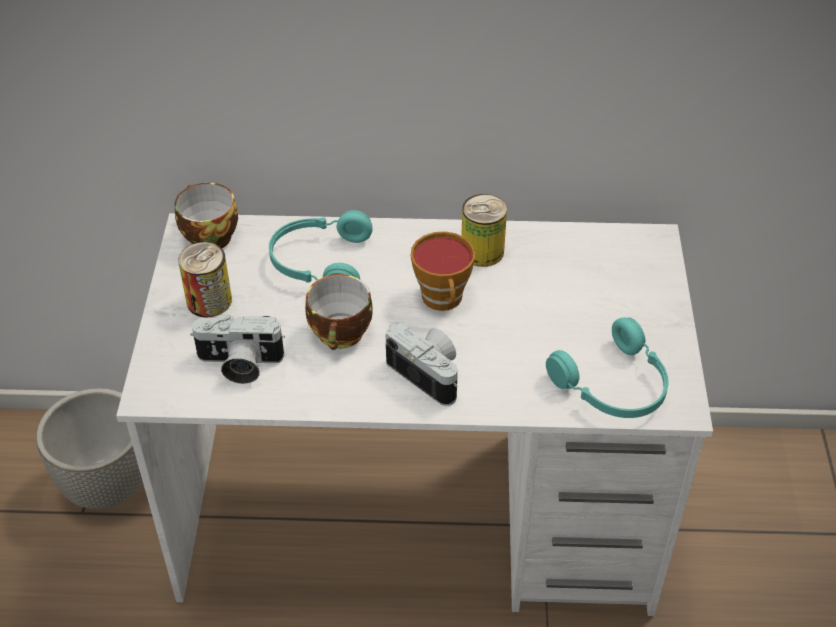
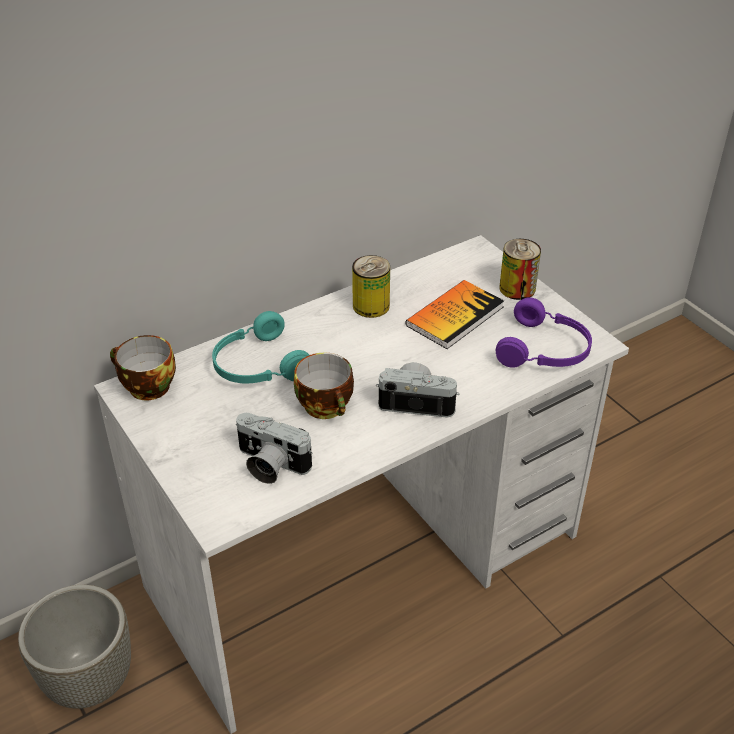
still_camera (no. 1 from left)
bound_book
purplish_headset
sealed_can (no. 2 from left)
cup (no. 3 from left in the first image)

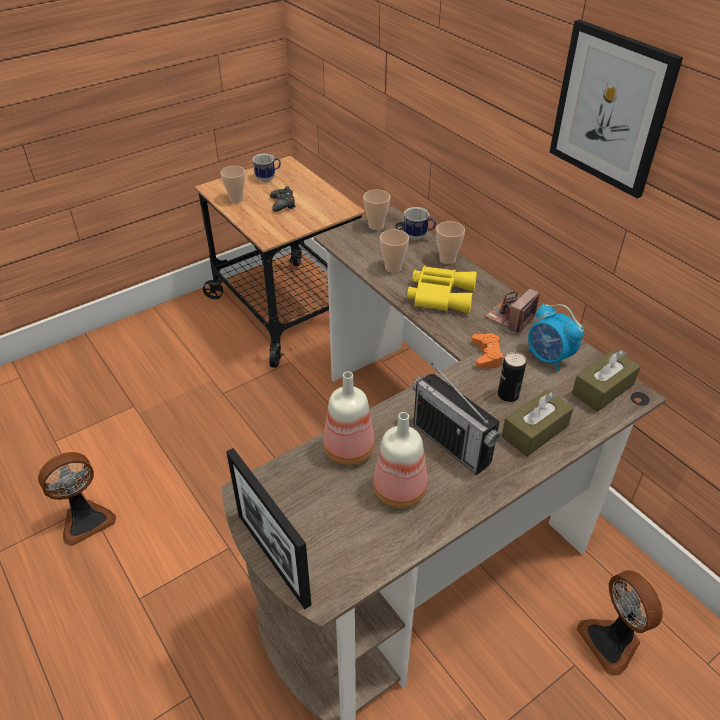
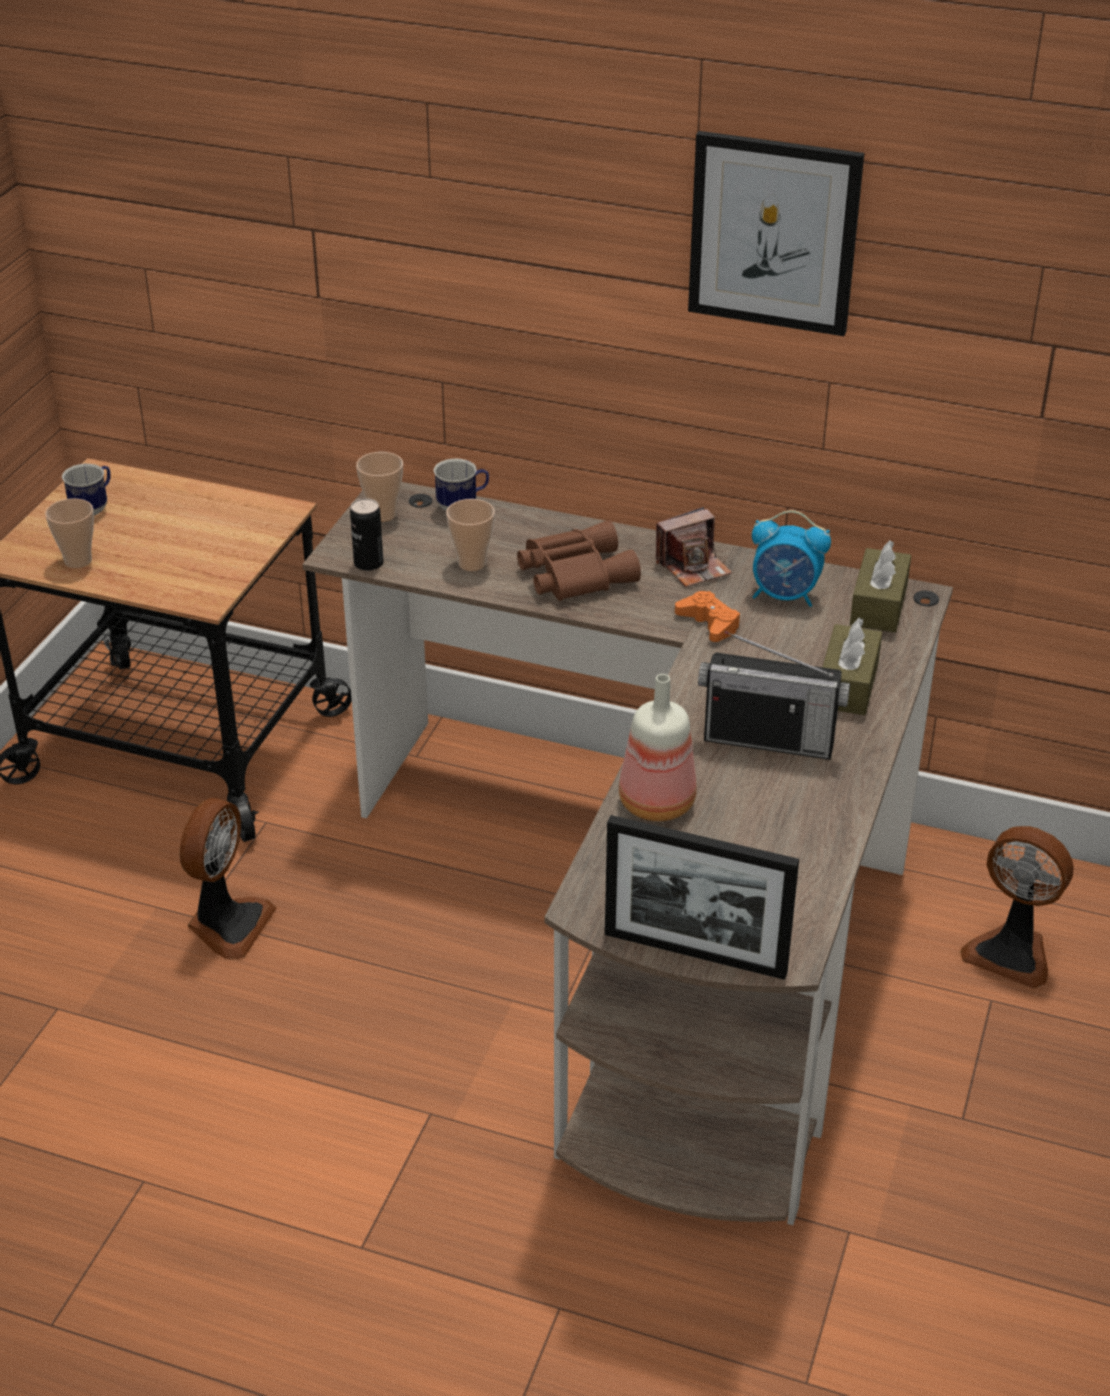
electric_fan (no. 1 from left)
sealed_can
brown-coloured_binoculars
still_camera
black_joypad
drink_bottle (no. 2 from left in the first image)
cup (no. 4 from left in the first image)

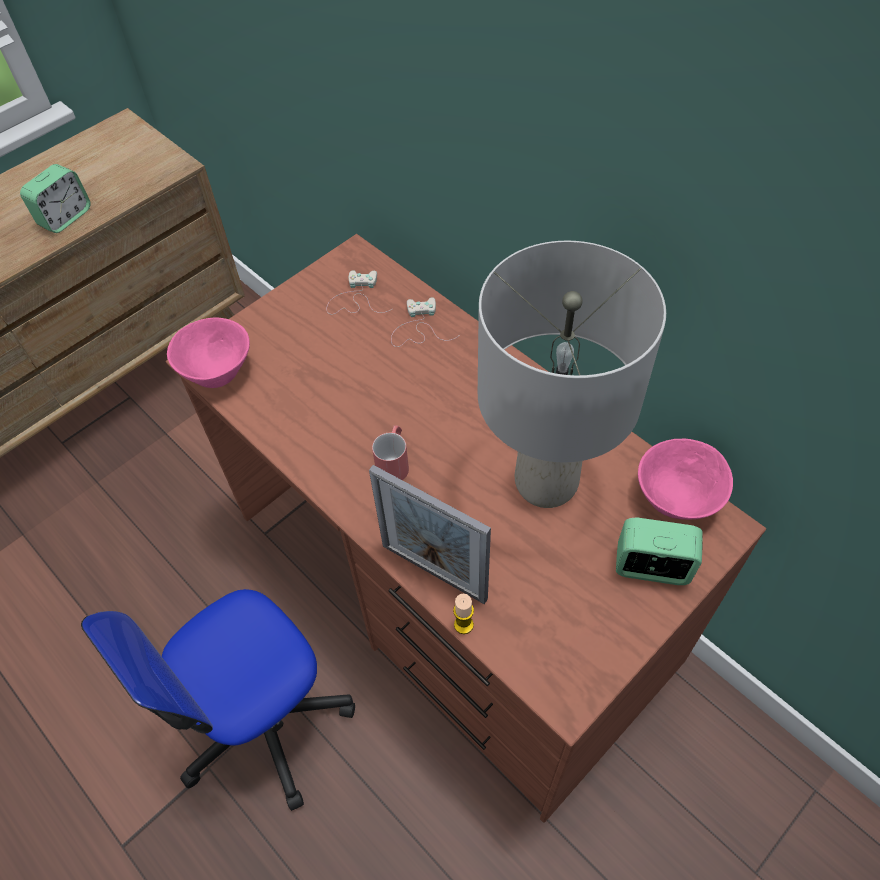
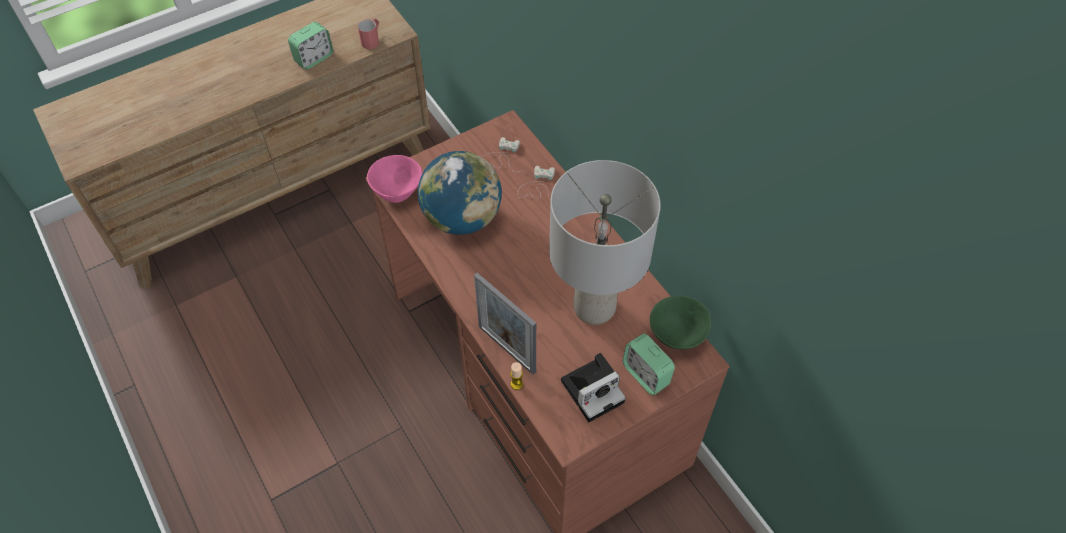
red_mug
world_globe
still_camera
alarm_clock (no. 2 from left)
green_serving_bowl
desk_chair

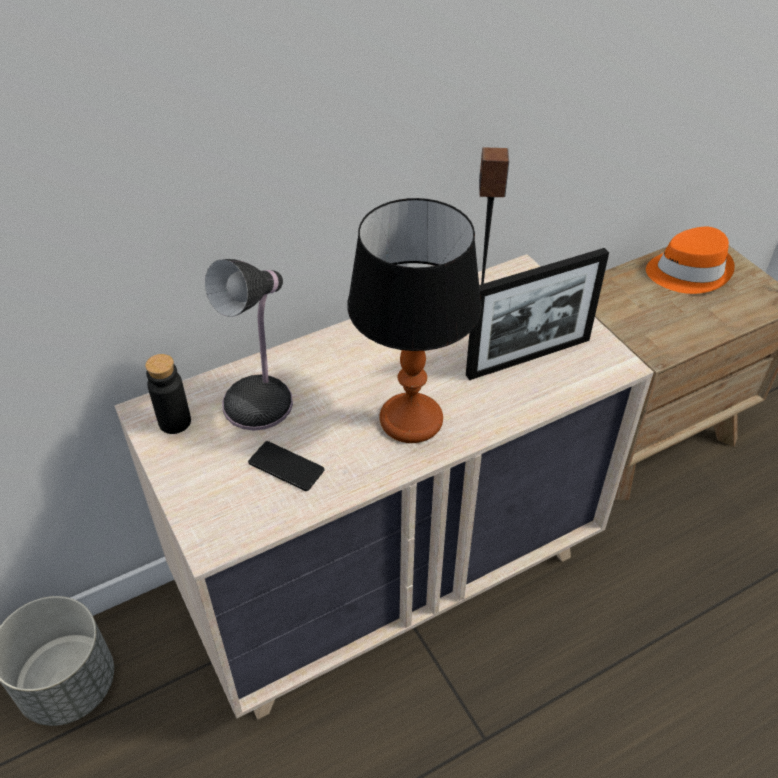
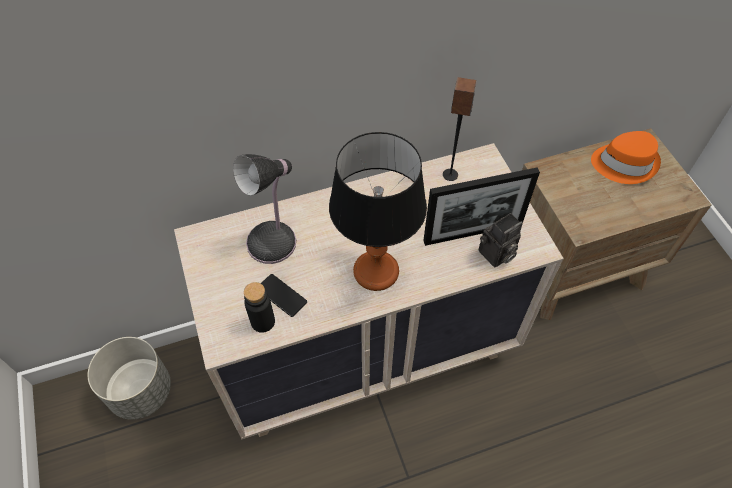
black_drink_bottle
still_camera

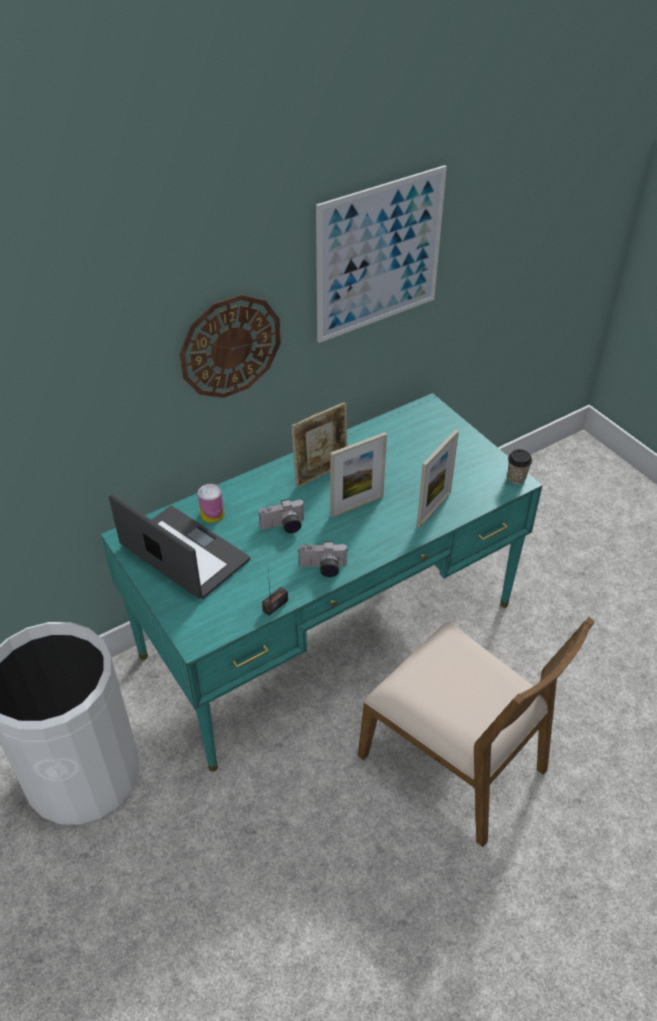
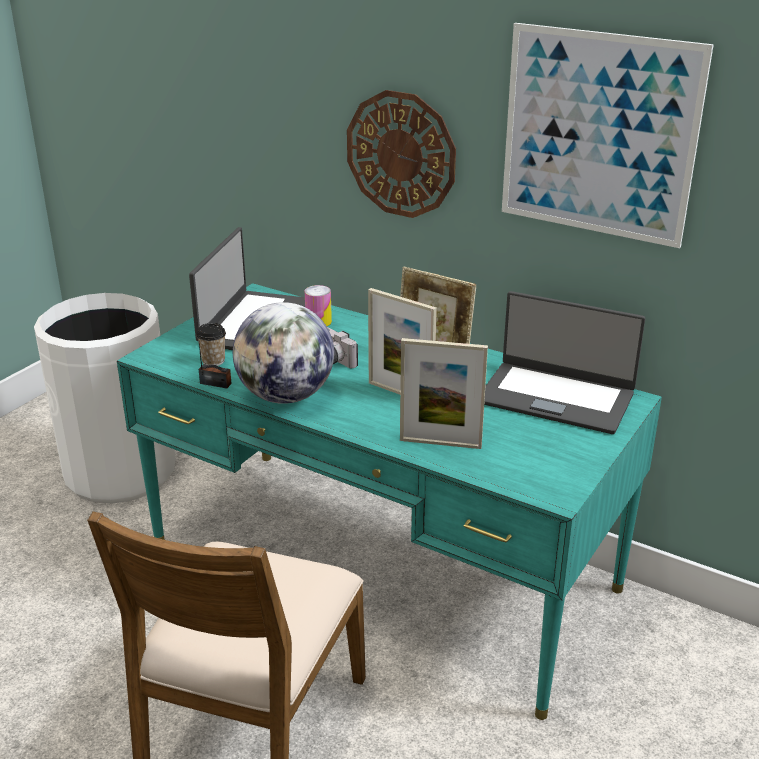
cup
world_globe
notebook_computer (no. 2 from left)

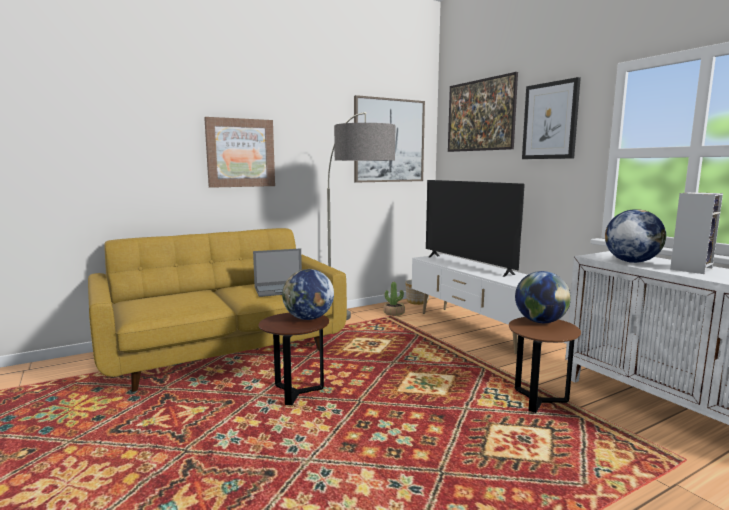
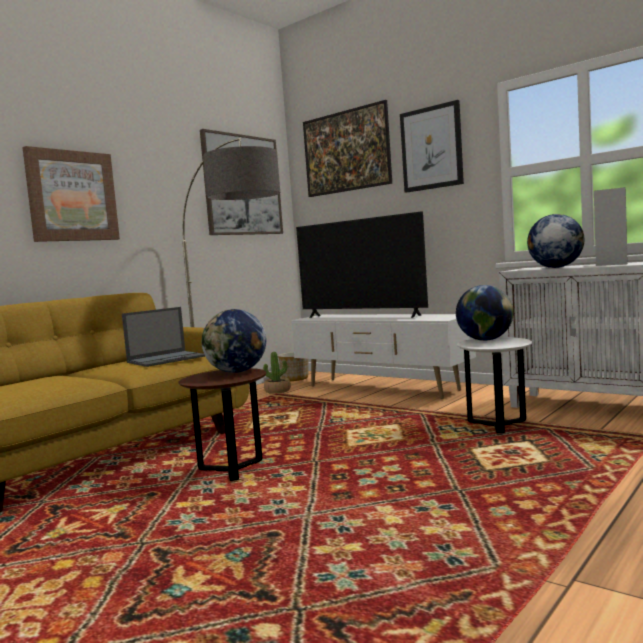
white-coloured_end_table

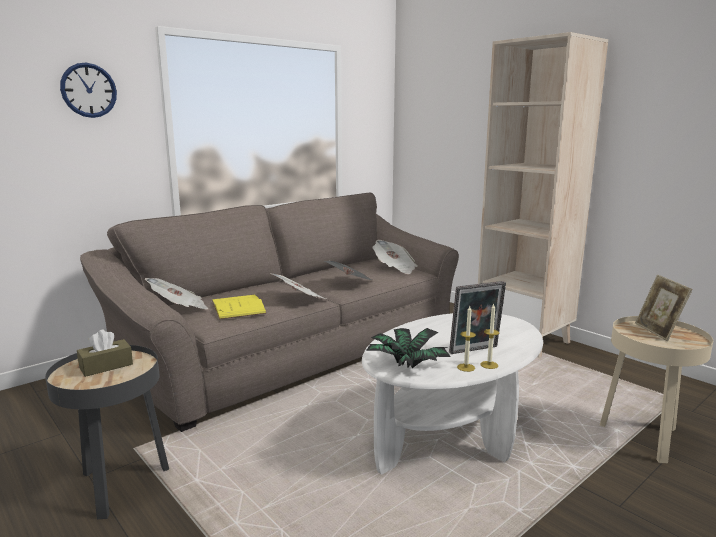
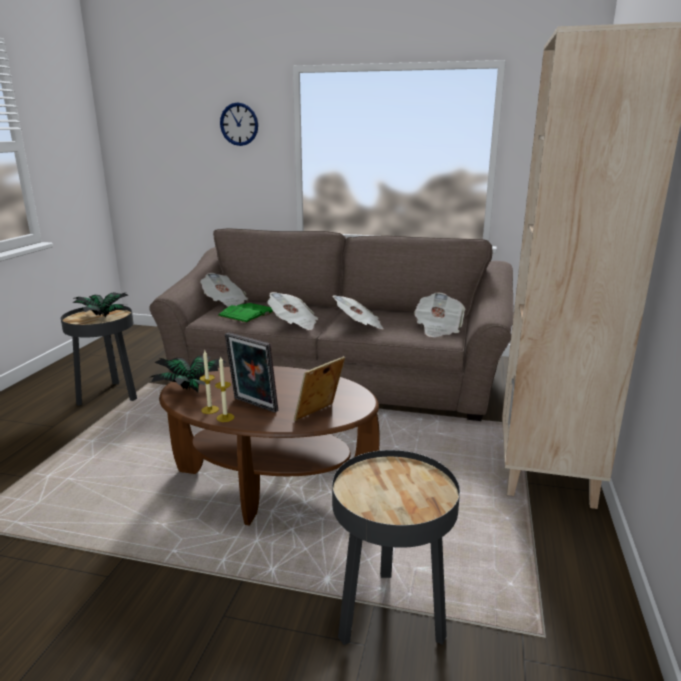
houseplant (no. 1 from left)
brown-coloured_coffee_table
green_bound_book
photo_frame (no. 2 from left)
black_end_table (no. 2 from left)

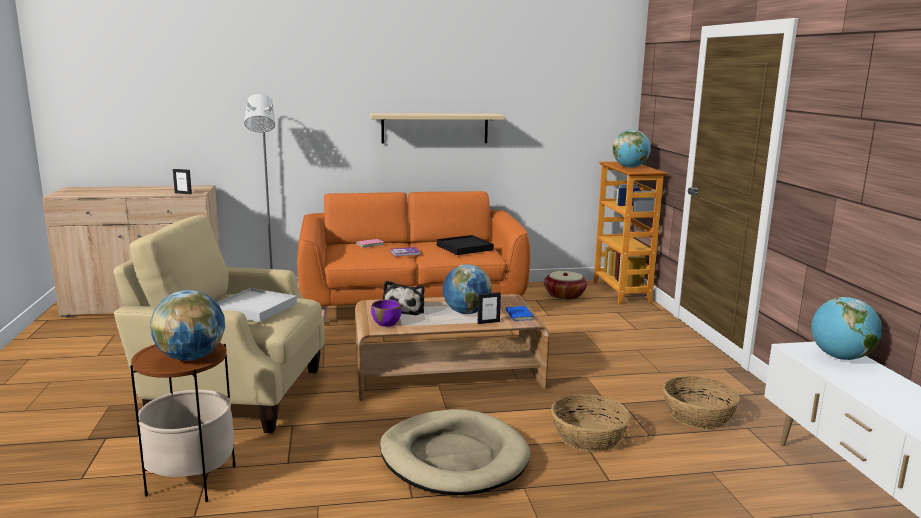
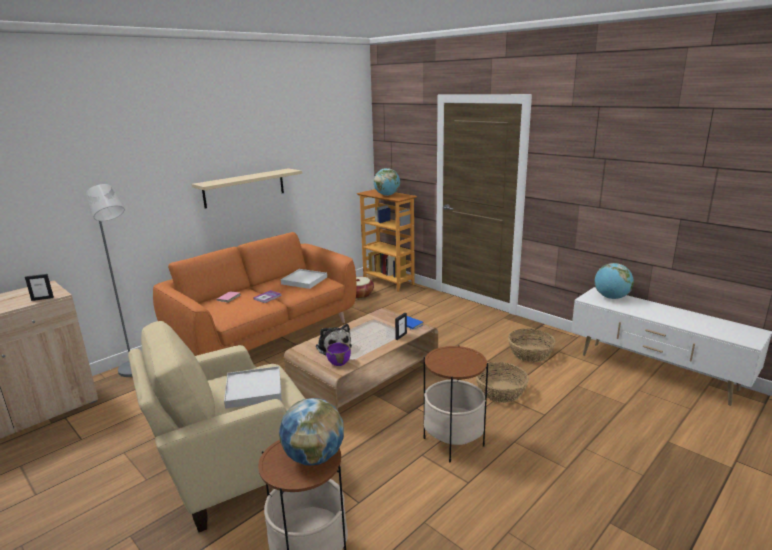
white-coloured_carrying_tray (no. 2 from left)
end_table (no. 2 from left)
world_globe (no. 2 from left in the first image)

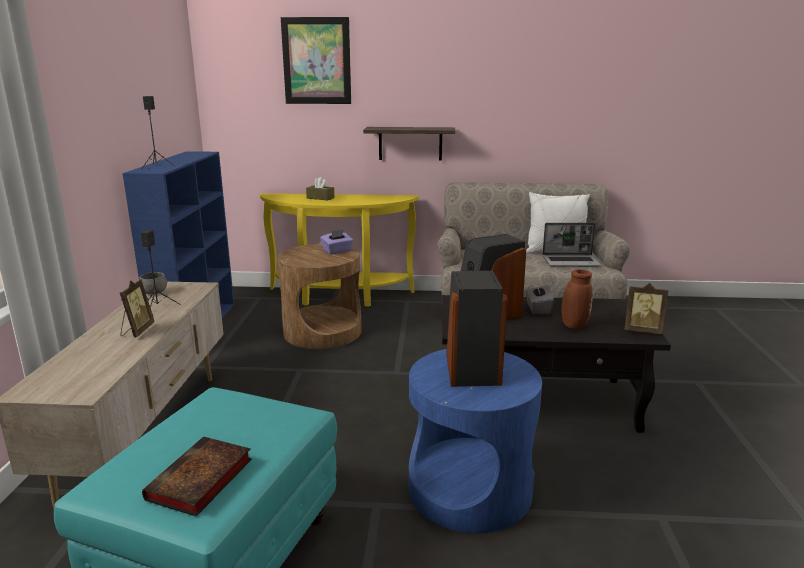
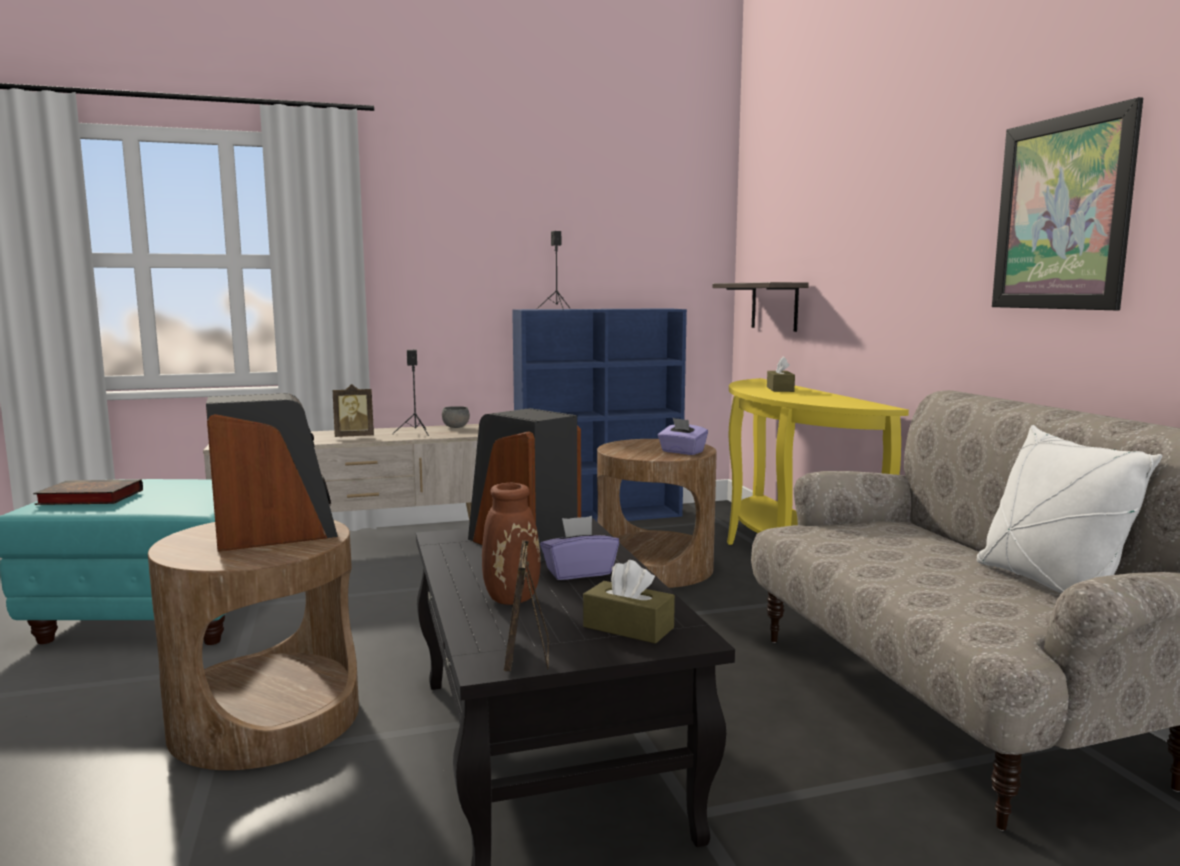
brown-coloured_end_table (no. 1 from left)
purplish_box_of_tissues (no. 1 from left)
brown-coloured_box_of_tissues (no. 1 from left)
bracket_shelf
picture
notebook_computer

